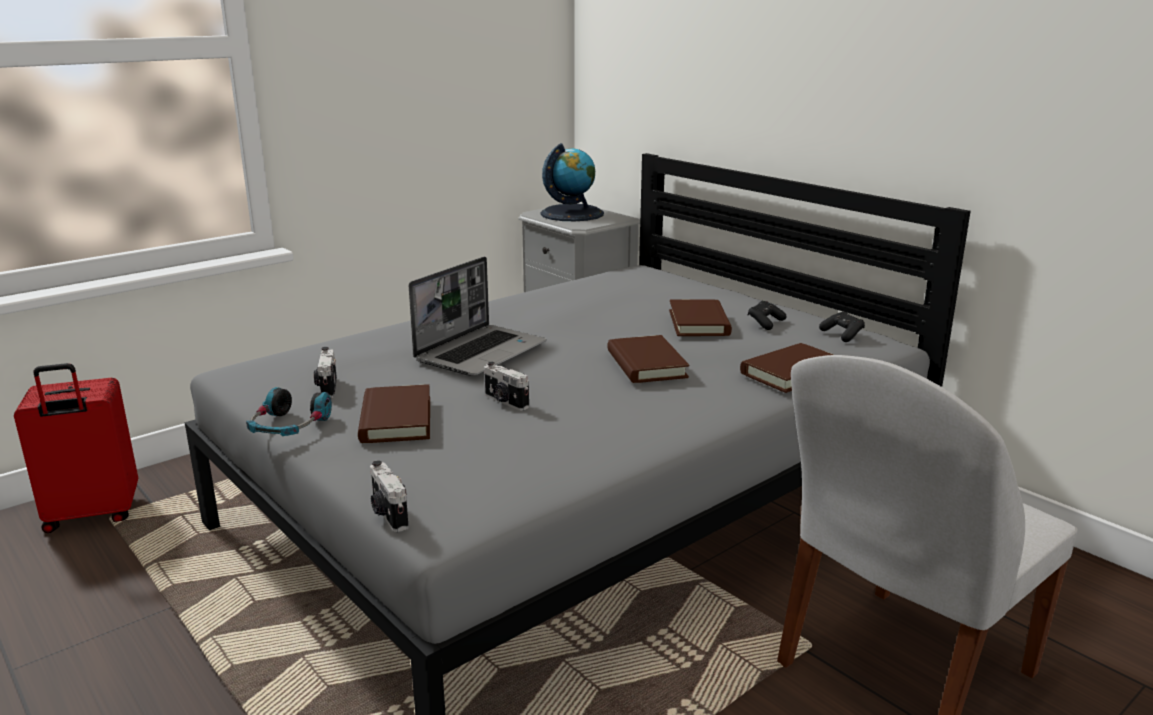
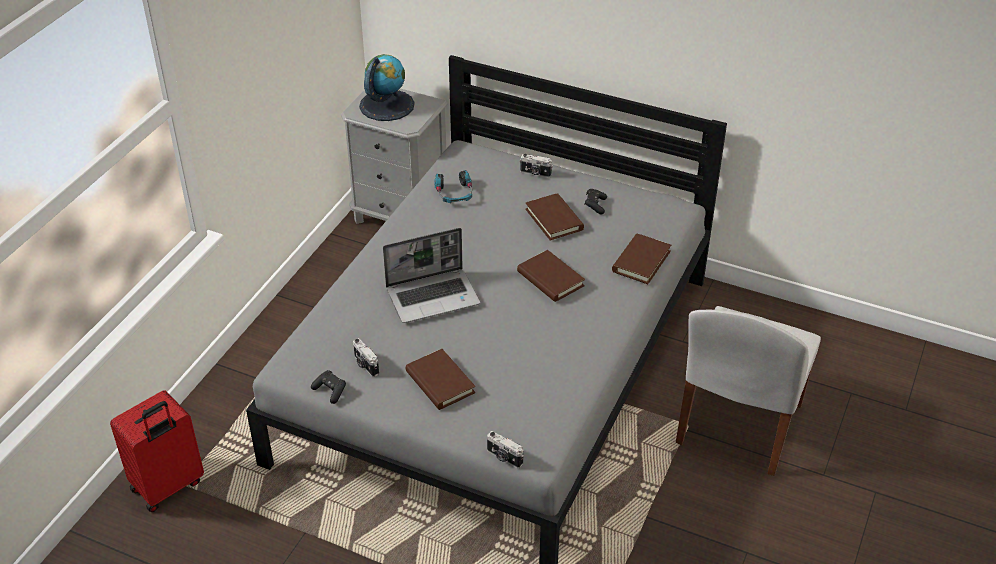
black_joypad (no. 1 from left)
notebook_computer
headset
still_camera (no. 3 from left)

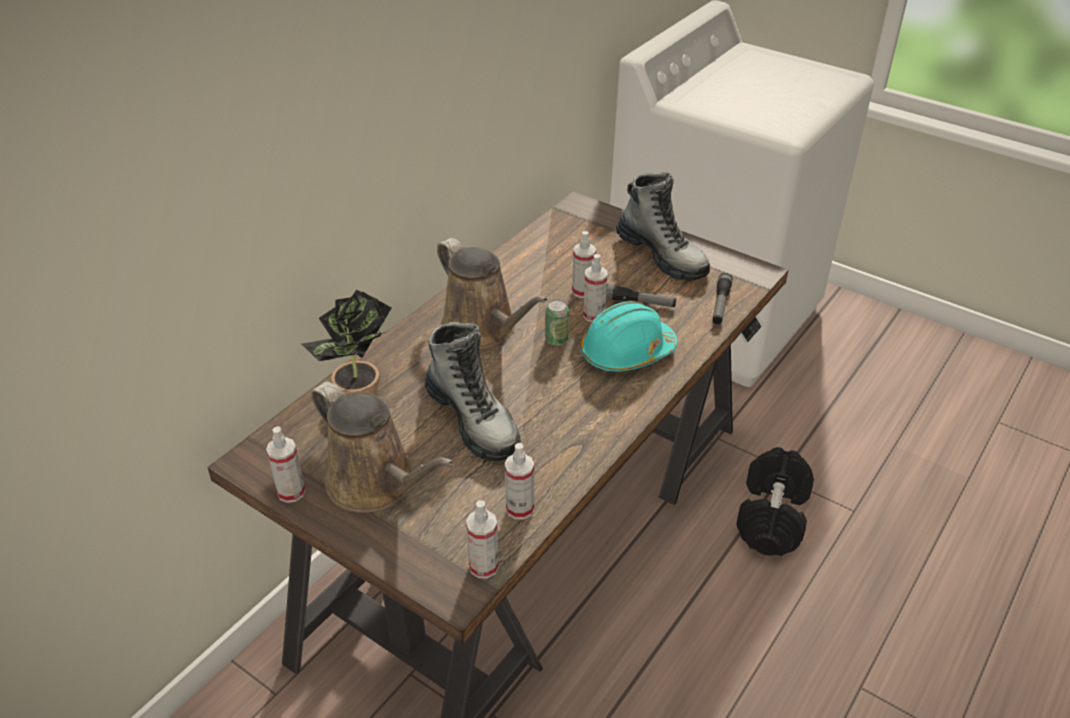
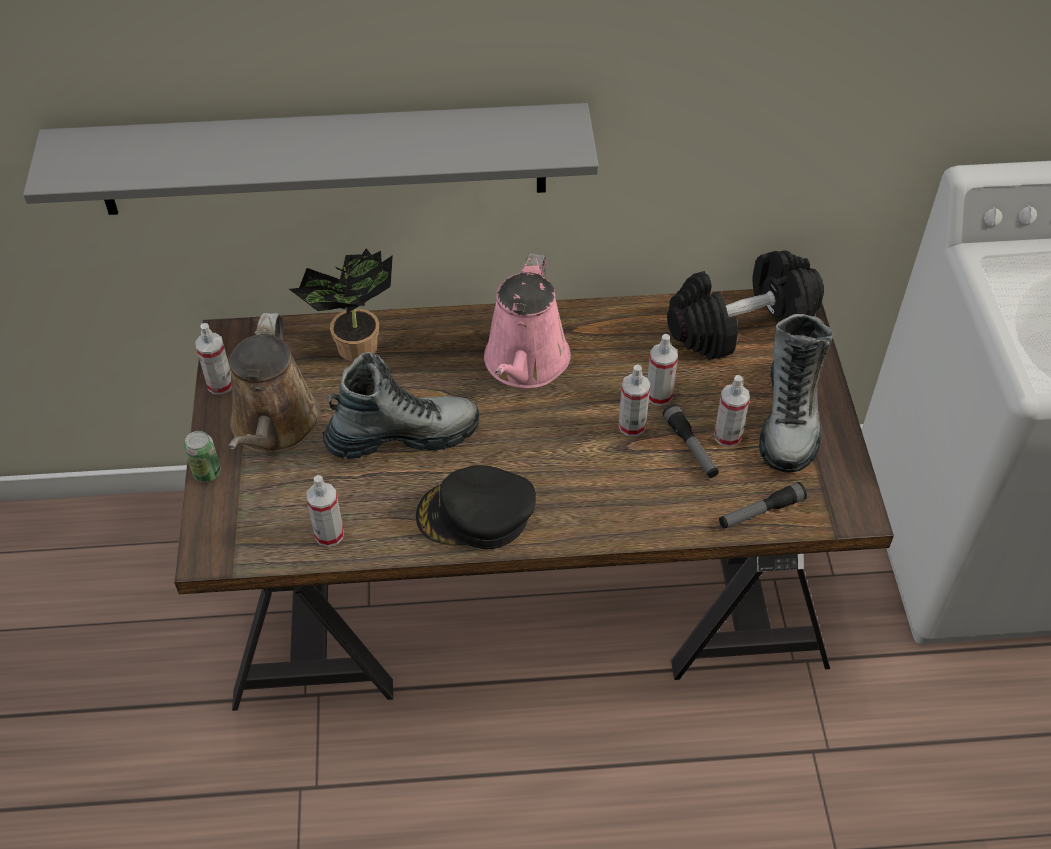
gray_bracket_shelf
sealed_can
boot (no. 1 from left)
black_baseball_cap
pink-coloured_watering_pot
black_free_weight
spray_bottle (no. 5 from left)
turquoise-coloured_safety_helmet

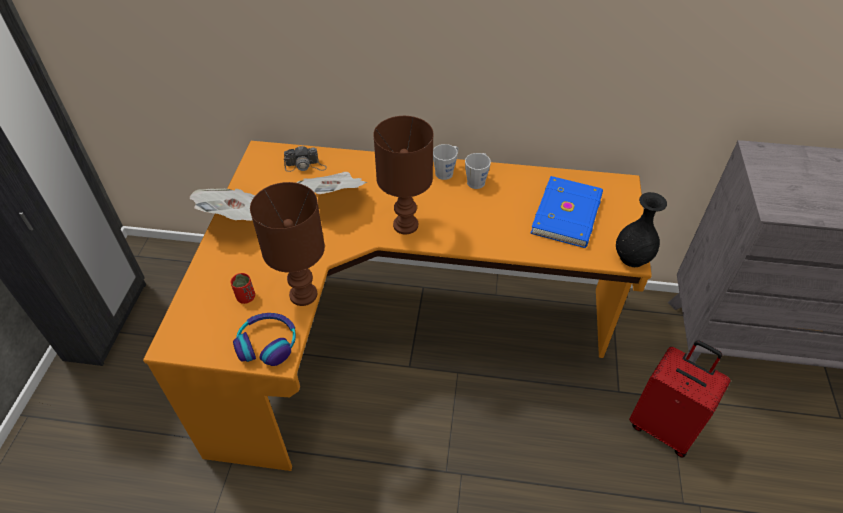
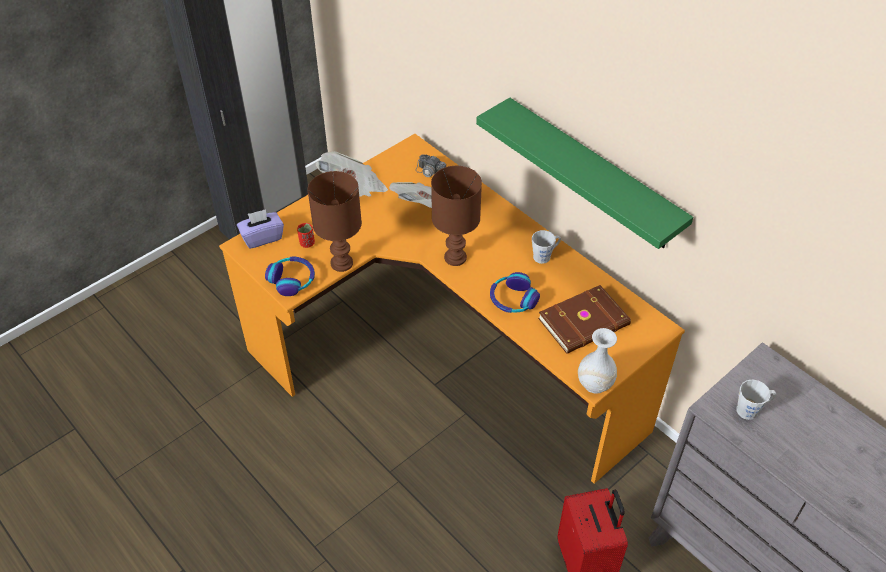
purplish_box_of_tissues
green_bracket_shelf
headset (no. 2 from left)
brown-coloured_bound_book
white-coloured_flower_vase
gray_mug (no. 2 from left)

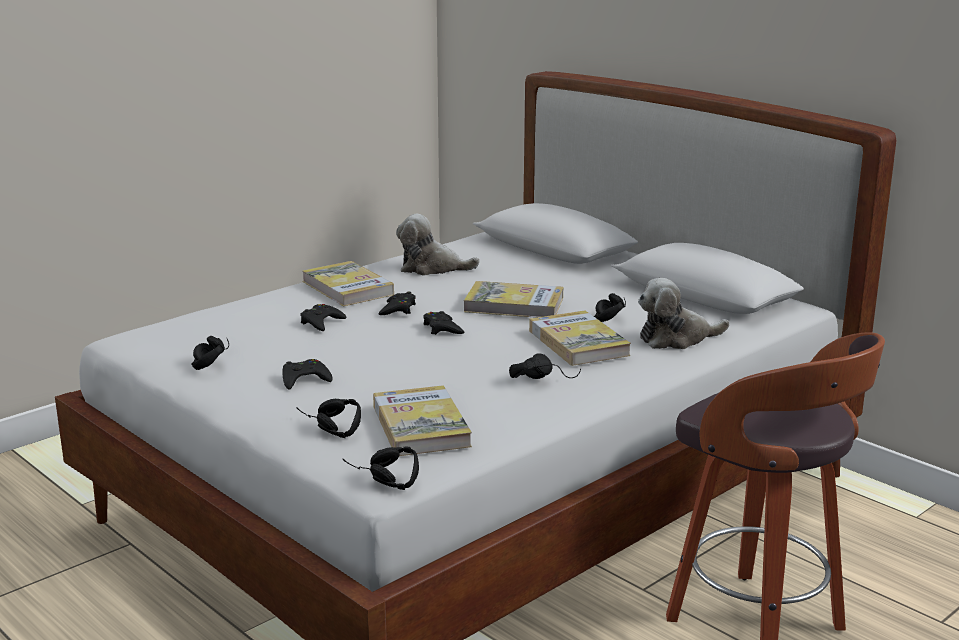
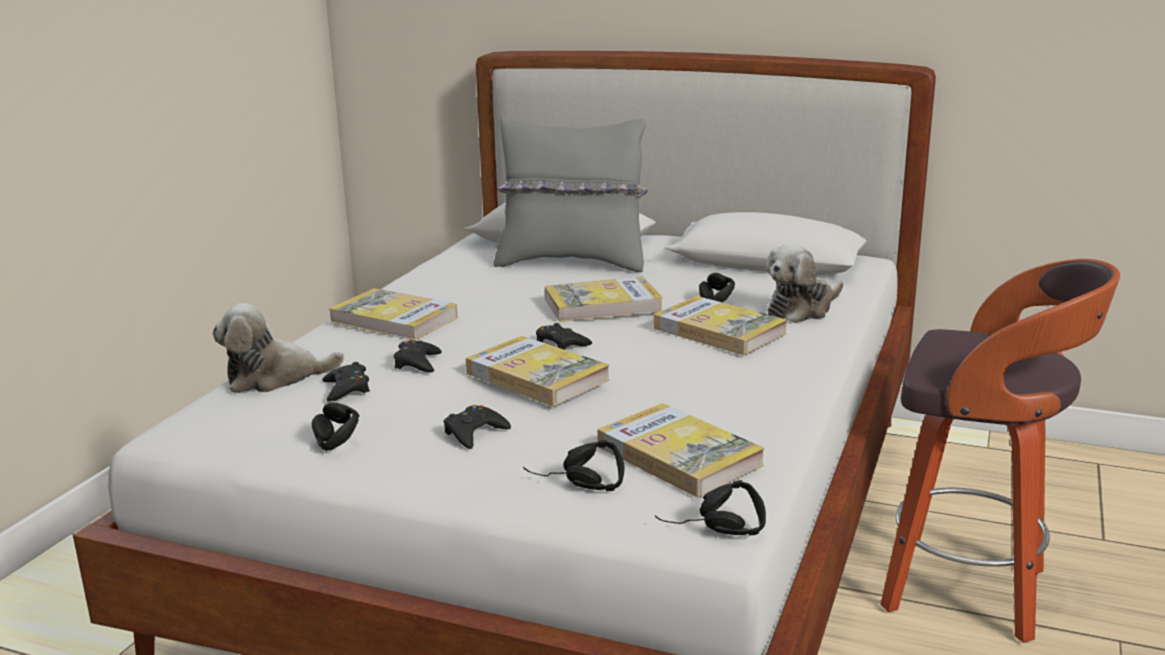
plush_toy (no. 1 from left)
black_joypad (no. 1 from left)
bound_book (no. 2 from left)
gray_throw_pillow
black_headset (no. 4 from left in the first image)

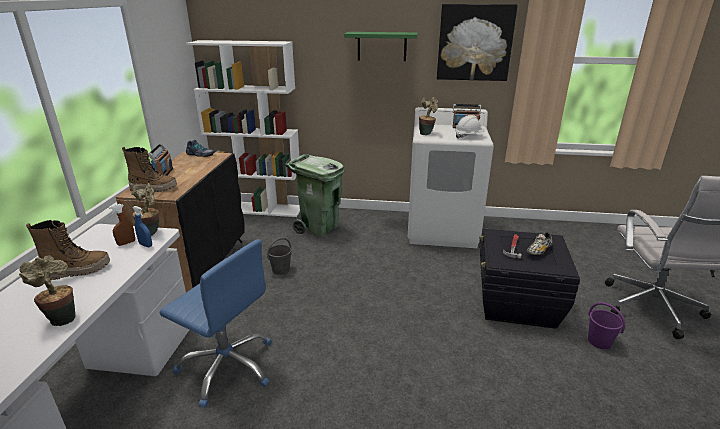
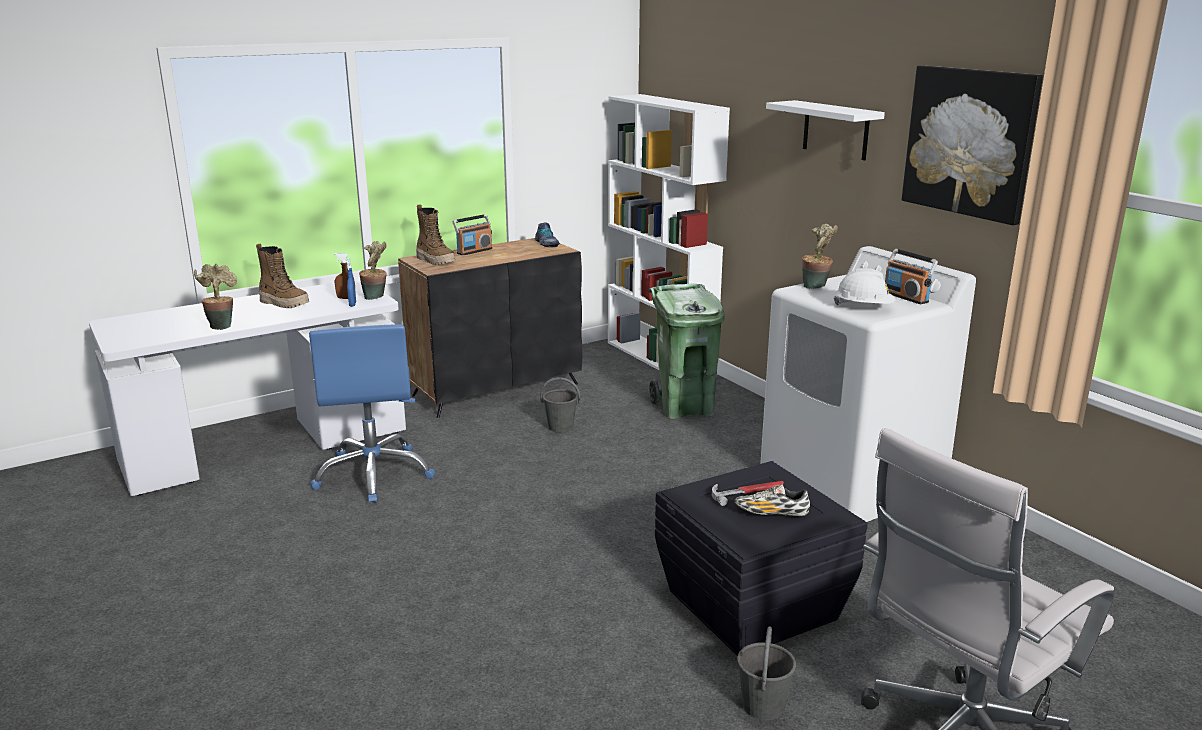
gray_bucket (no. 2 from left)
white-coloured_bracket_shelf

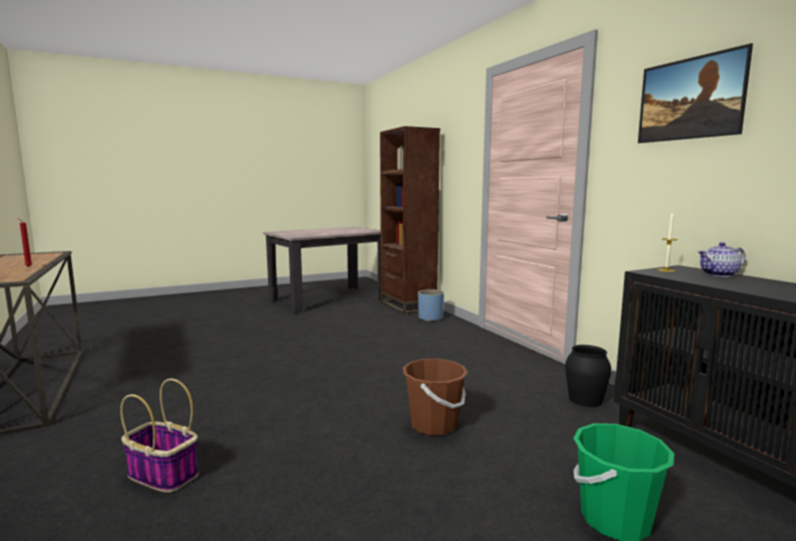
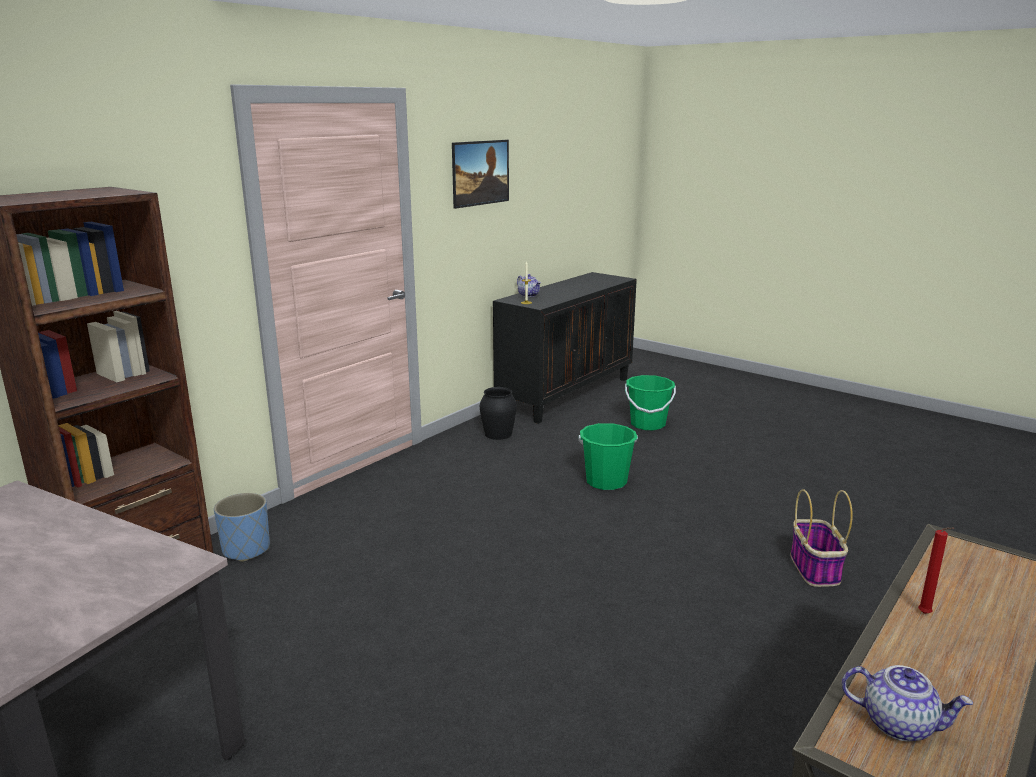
green_bucket (no. 1 from left)
tea_pot (no. 2 from left)

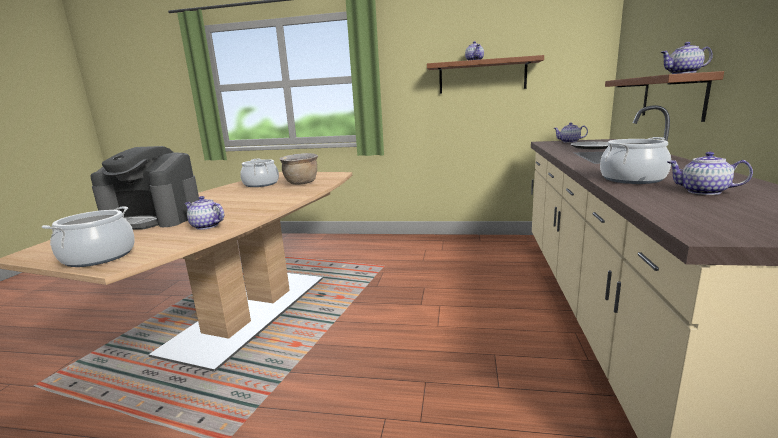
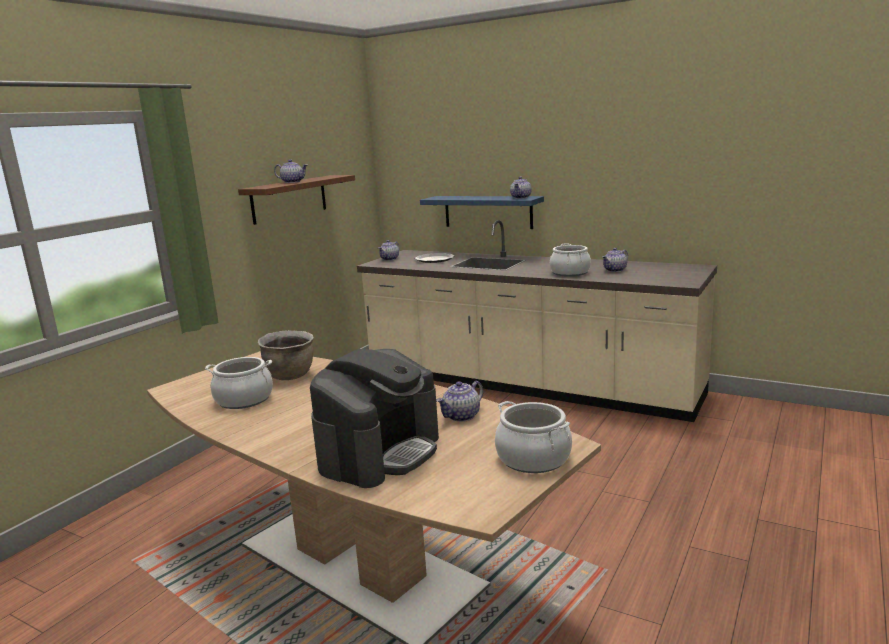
bluish_bracket_shelf

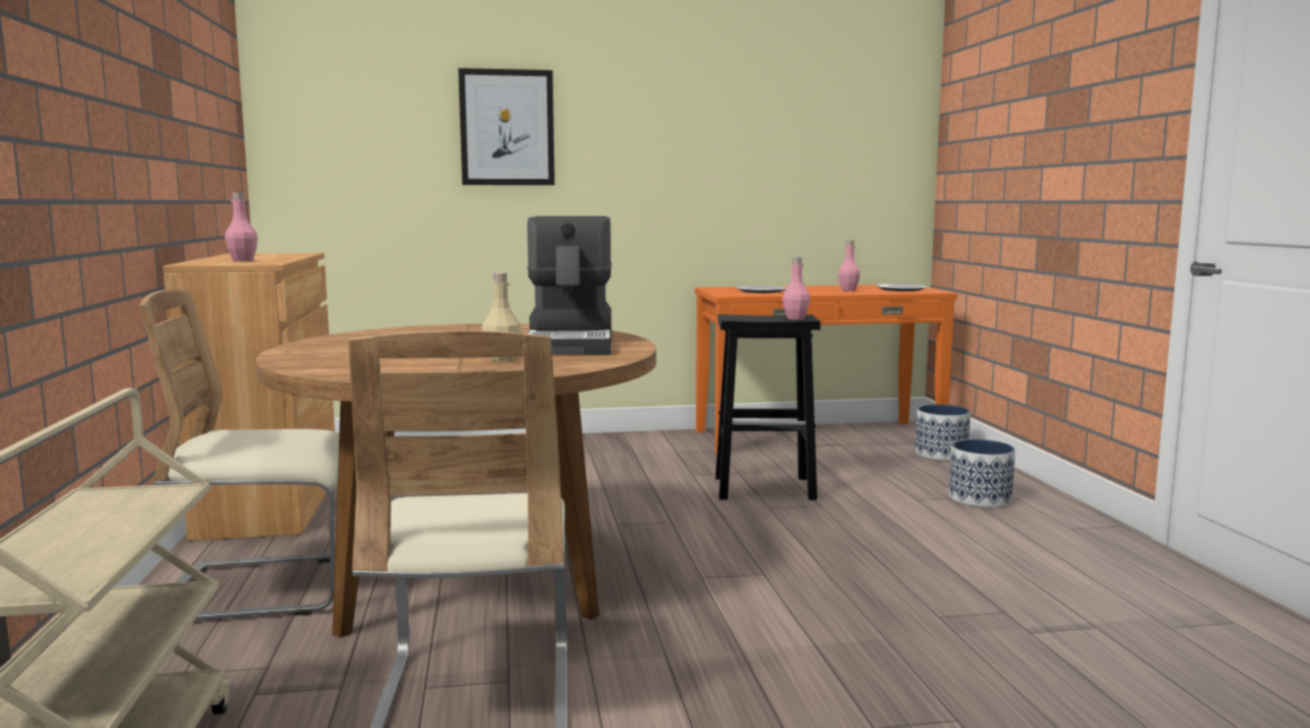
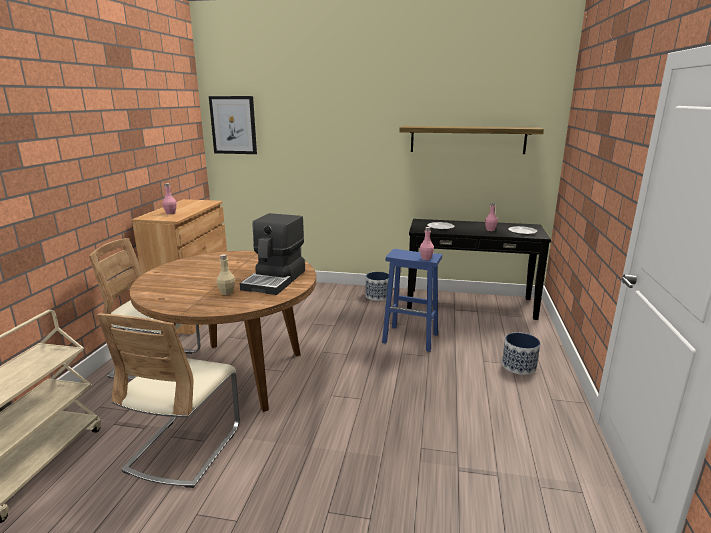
picture
planter (no. 1 from left)
bluish_stool_seat
bracket_shelf
black_narrow_table

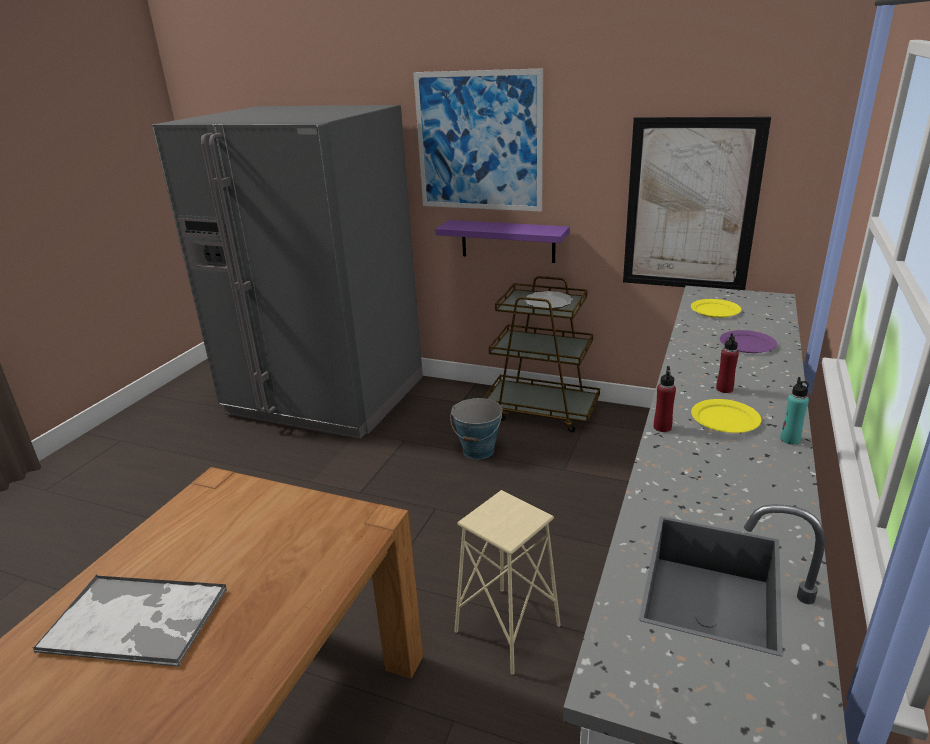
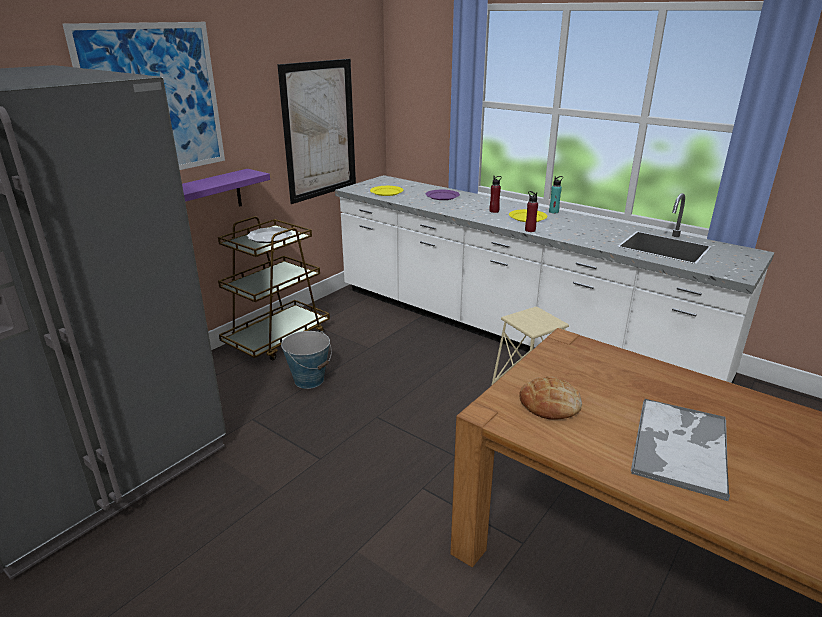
bread

